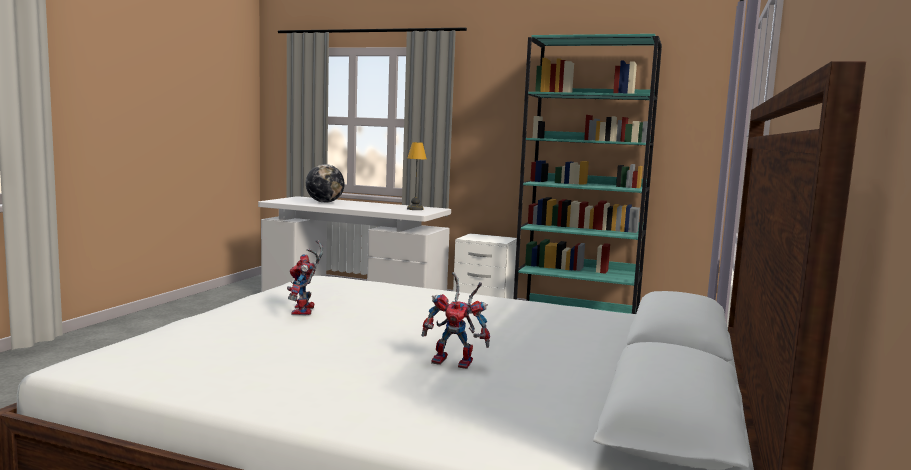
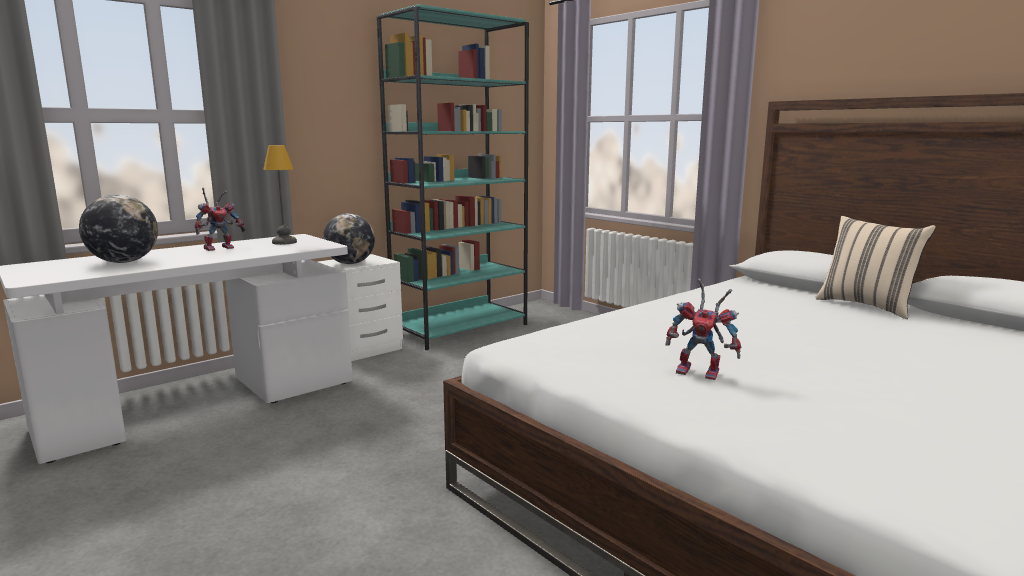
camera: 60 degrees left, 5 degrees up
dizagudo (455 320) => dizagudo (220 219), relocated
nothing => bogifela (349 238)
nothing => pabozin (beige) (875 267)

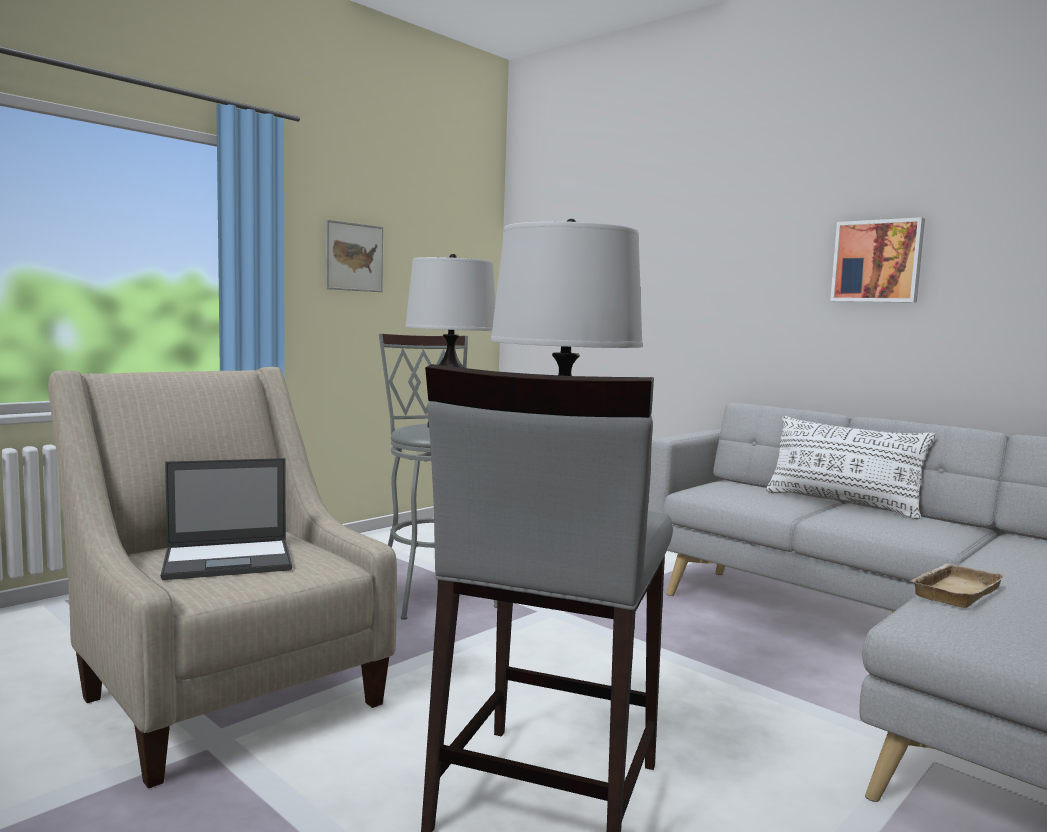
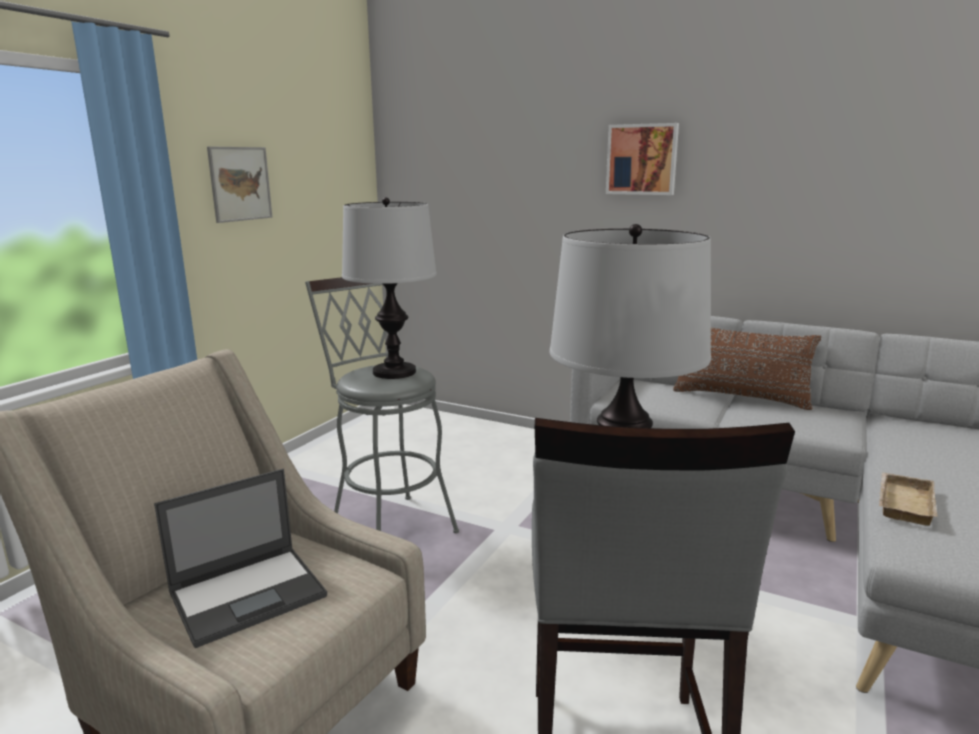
camera: 15 degrees left, 10 degrees up
pabozin (white) (851 467) => pabozin (brown) (747 369)
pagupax (877 260) => pagupax (642 159), relocated

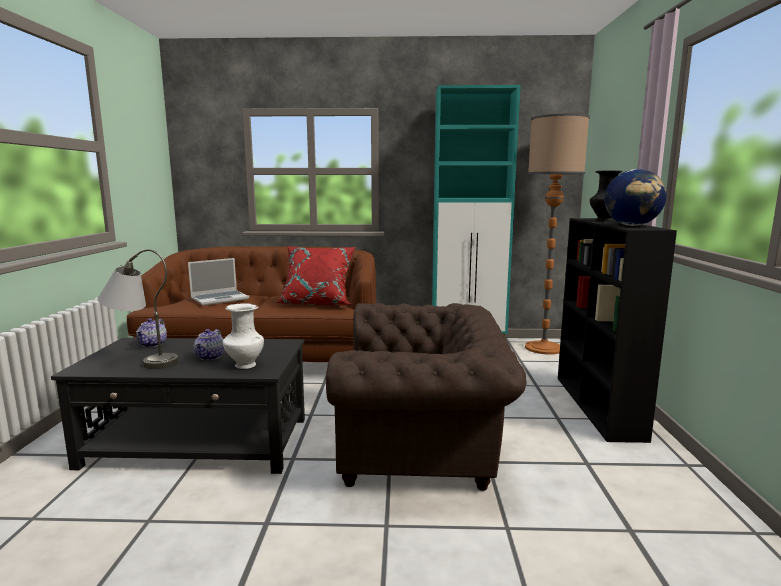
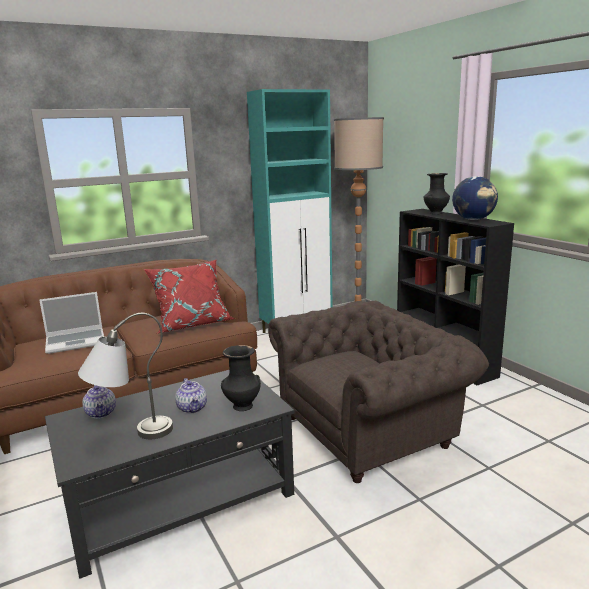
camera: 30 degrees left, 5 degrees up
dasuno (218 282) => dasuno (72 323), 45 degrees clockwise
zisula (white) (243 336) => zisula (black) (241 378)

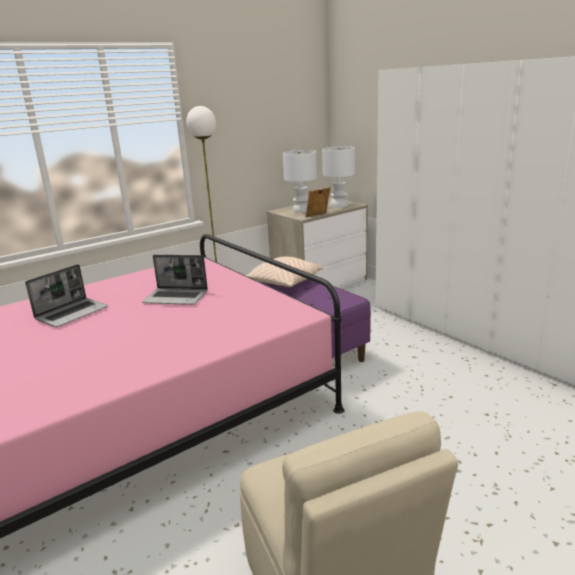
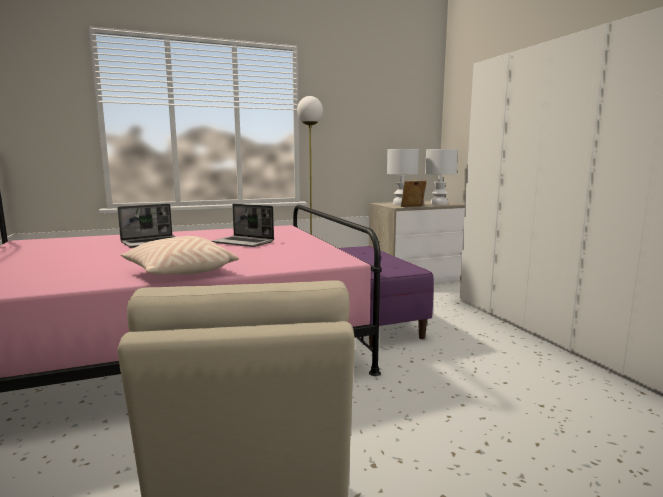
camera: 15 degrees right, 10 degrees down
pabozin (beige) (285 272) => pabozin (beige) (180 255), relocated

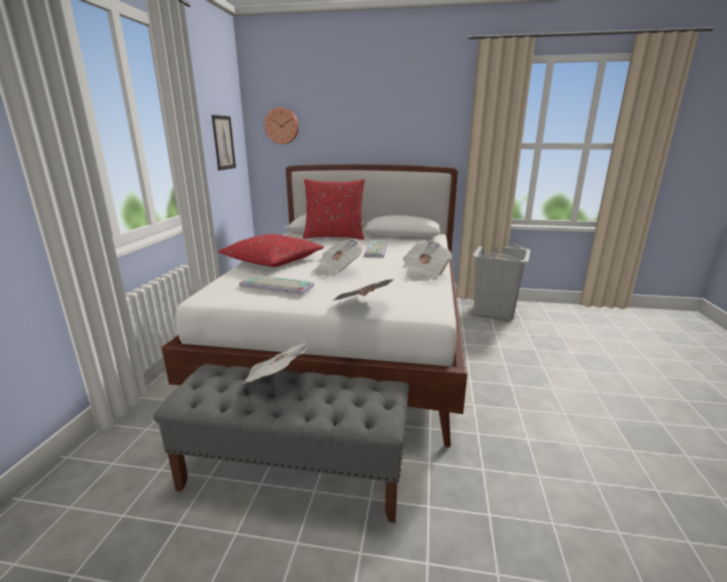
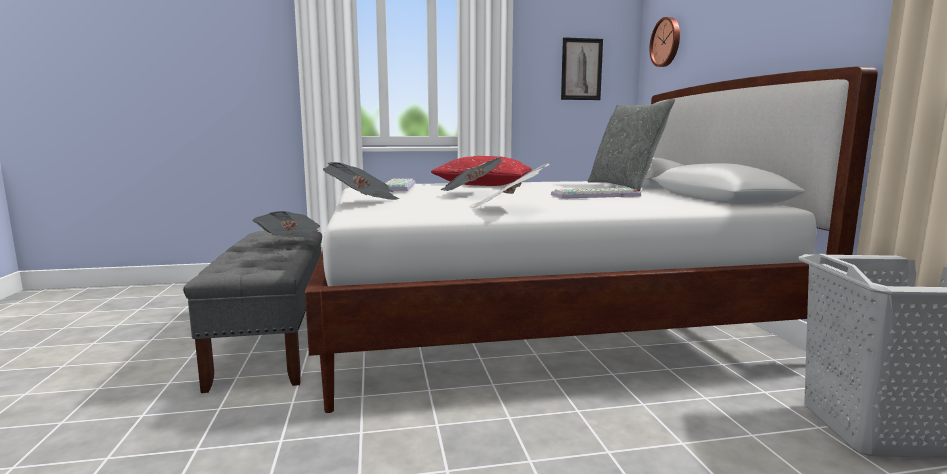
camera: 70 degrees right, 10 degrees down
pabozin (red) (334 209) => pabozin (grey) (631 144)

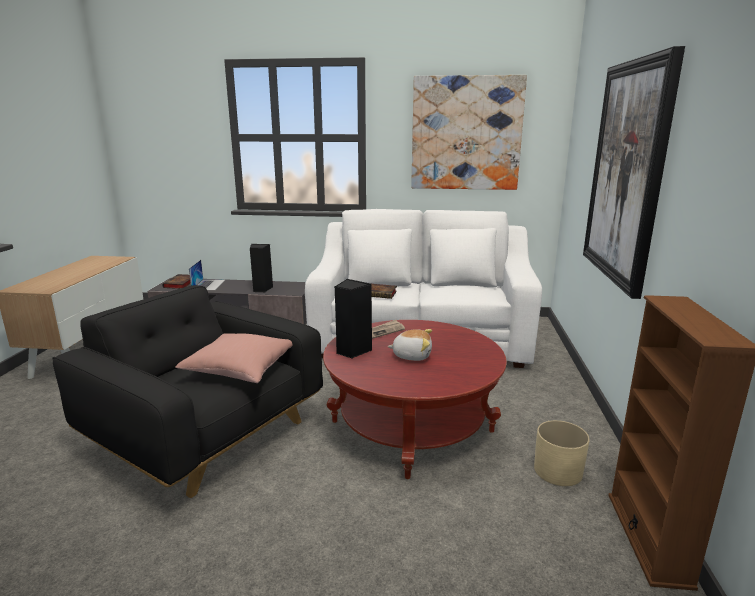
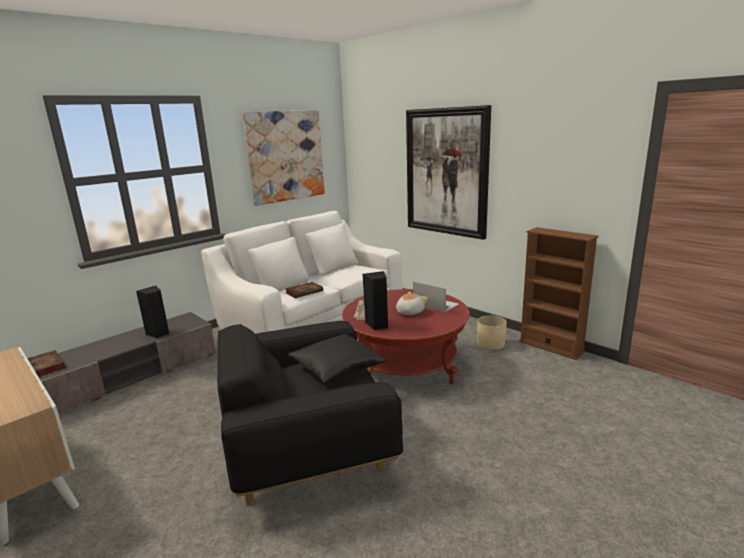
camera: 50 degrees left, 0 degrees up
pabozin (pink) (233 358) => pabozin (black) (337 358)
dasuno (207 275) => dasuno (435 297), relocated

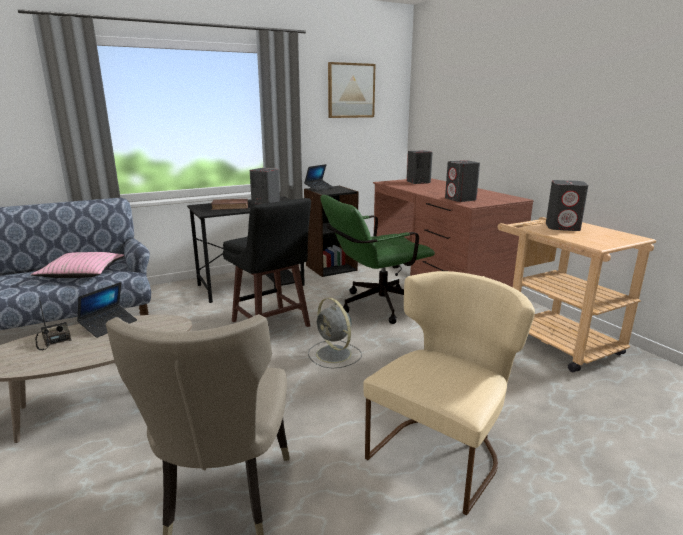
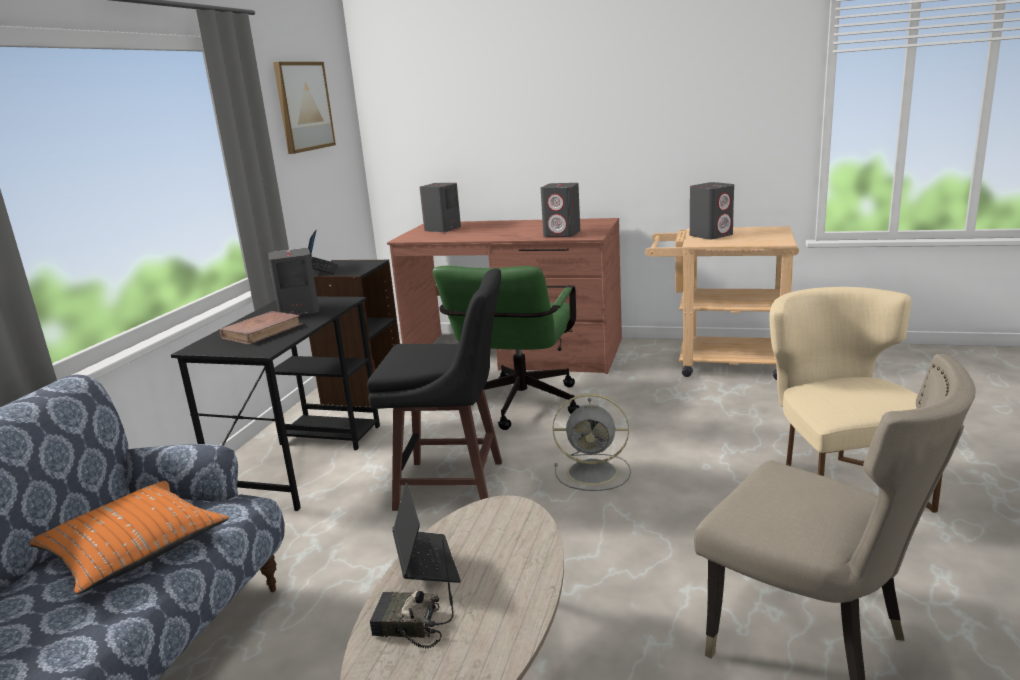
camera: 45 degrees left, 0 degrees up
pabozin (pink) (77 265) => pabozin (orange) (129 537)

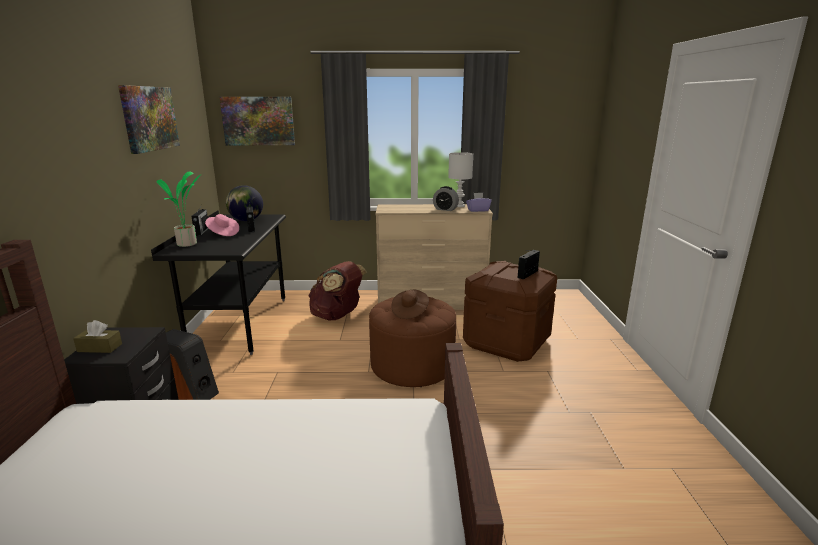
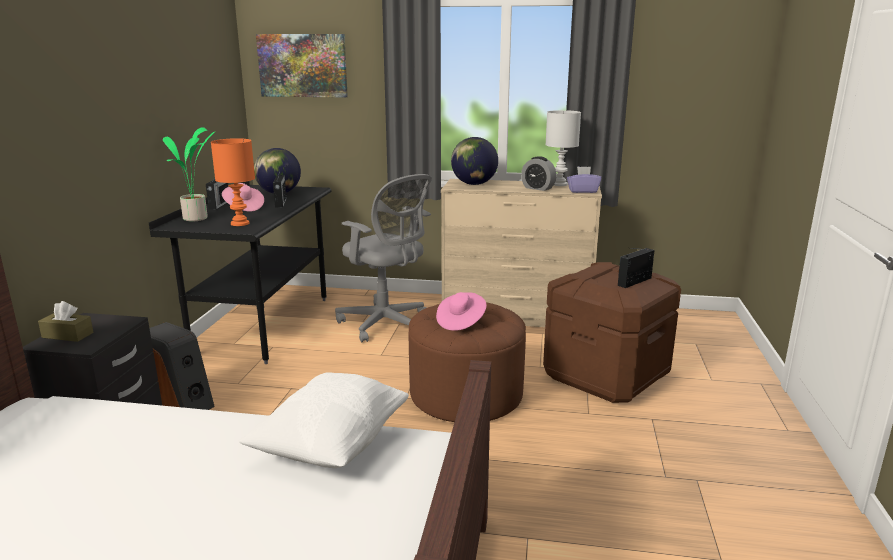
camera: 10 degrees right, 0 degrees up
pagupax (149 119) => nothing
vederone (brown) (337 290) => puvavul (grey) (383 258)
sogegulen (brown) (410 304) => sogegulen (pink) (461 311)
nothing => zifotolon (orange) (233 182)
nothing => pabozin (white) (324 420)
nothing => bogifela (474 161)

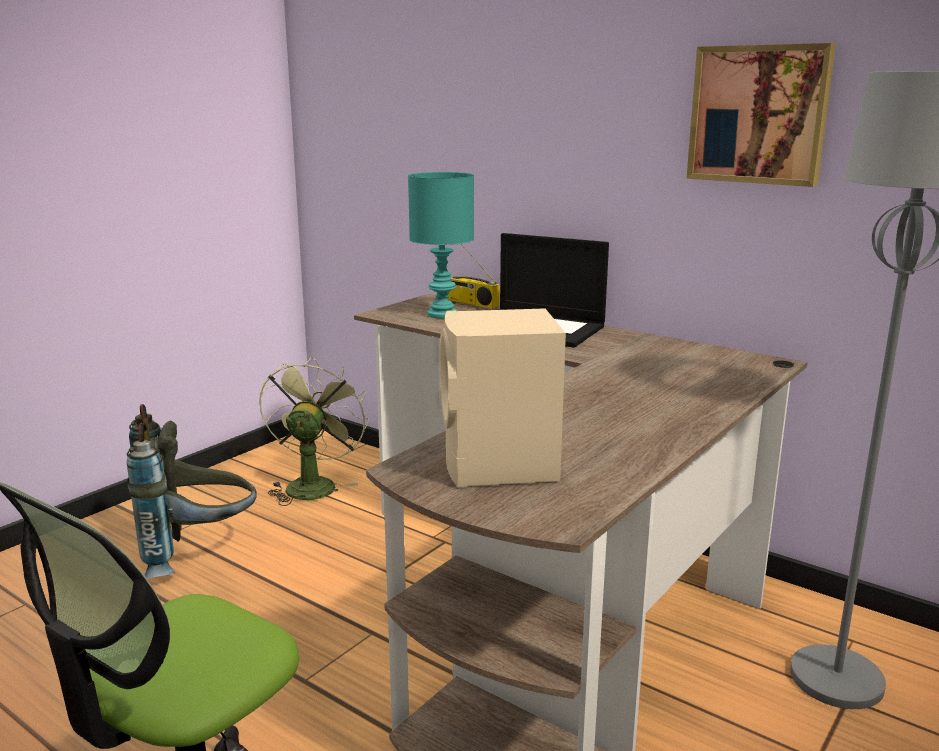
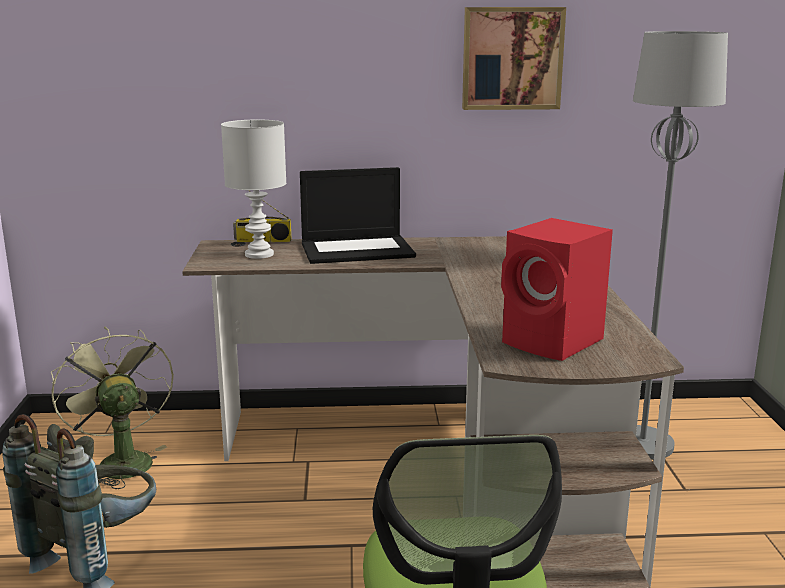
camera: 40 degrees left, 0 degrees up
zifotolon (turquoise) (441 245) => zifotolon (white) (253 189)
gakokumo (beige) (503 397) => gakokumo (red) (557 289)

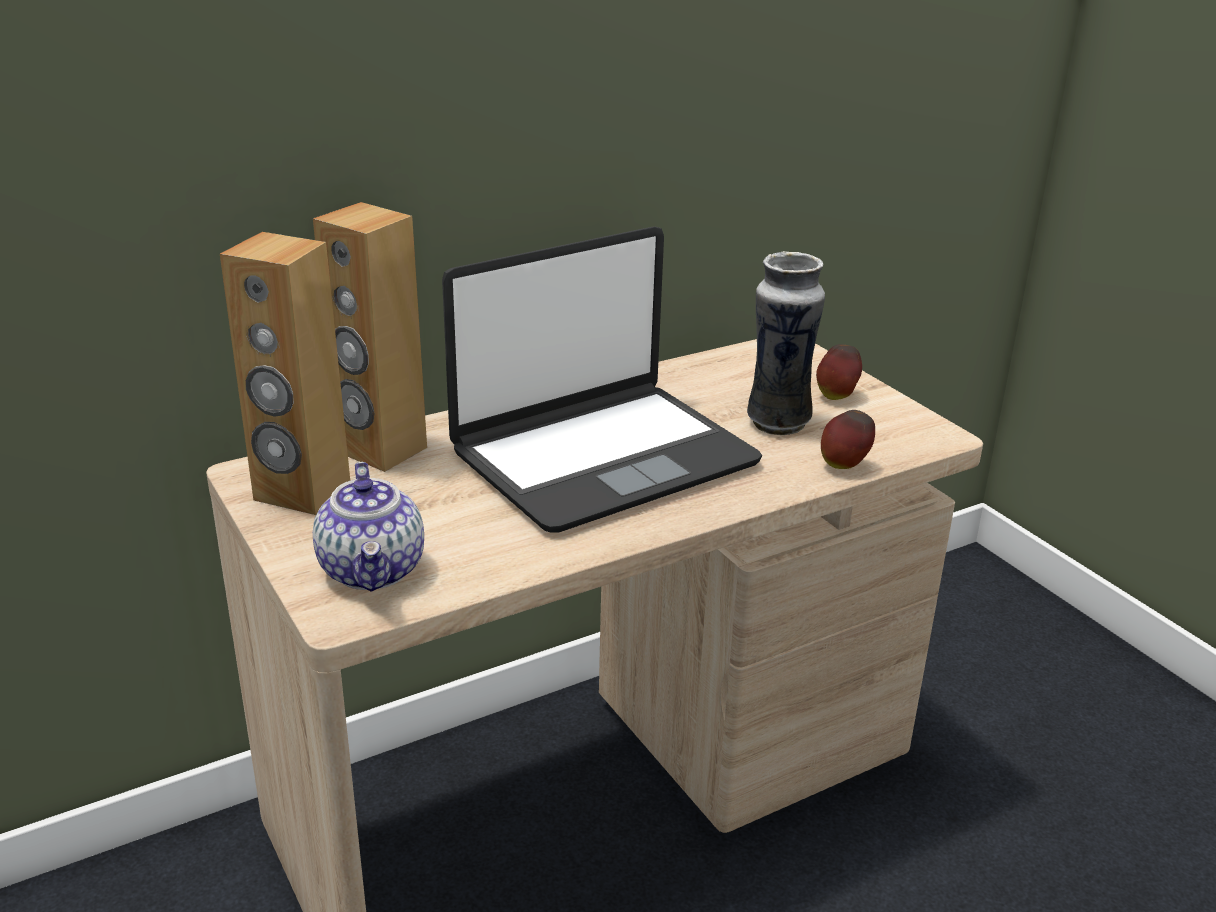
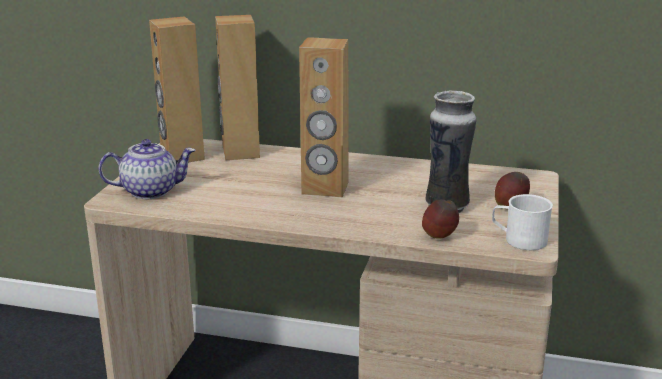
camera: 45 degrees right, 5 degrees down
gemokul (368 527) => gemokul (146 169), 135 degrees counterclockwise
dasuno (602 379) => gakokumo (brown) (324 117)
nothing => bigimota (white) (522 222)

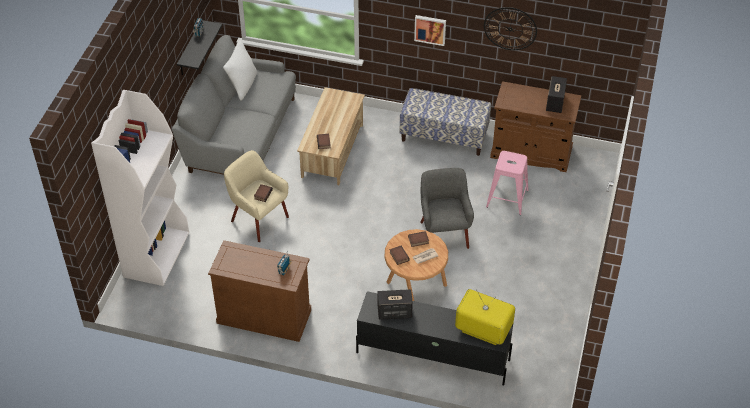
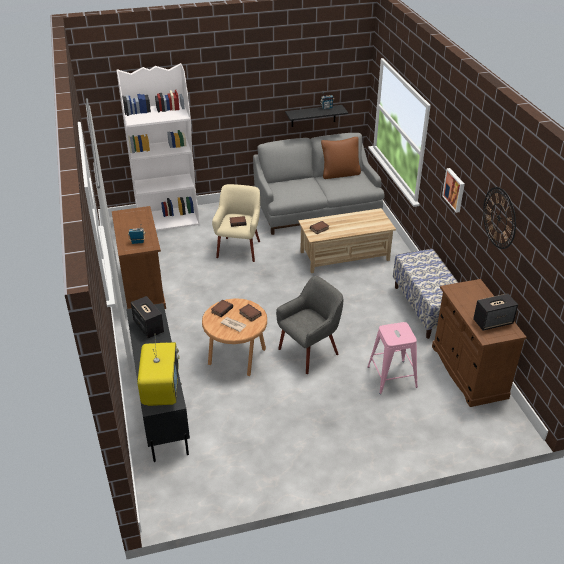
camera: 60 degrees right, 10 degrees down
pabozin (white) (240 70) => pabozin (brown) (341 158)

